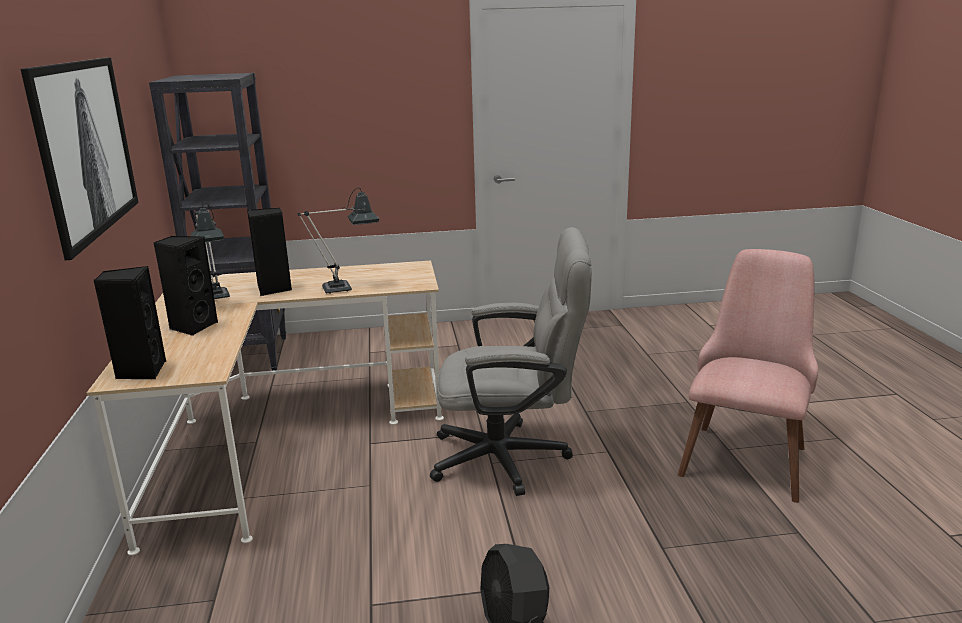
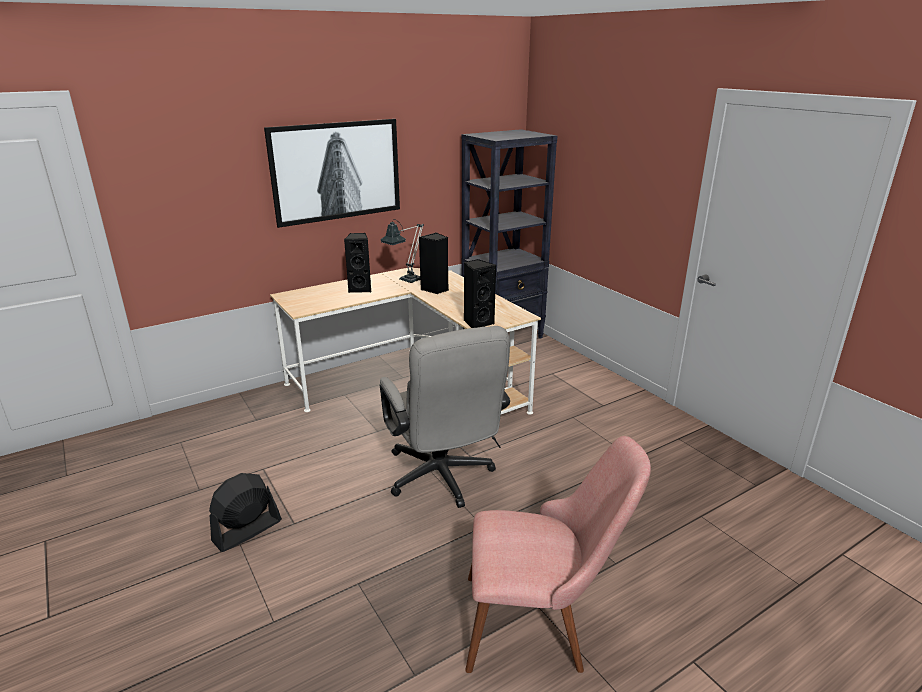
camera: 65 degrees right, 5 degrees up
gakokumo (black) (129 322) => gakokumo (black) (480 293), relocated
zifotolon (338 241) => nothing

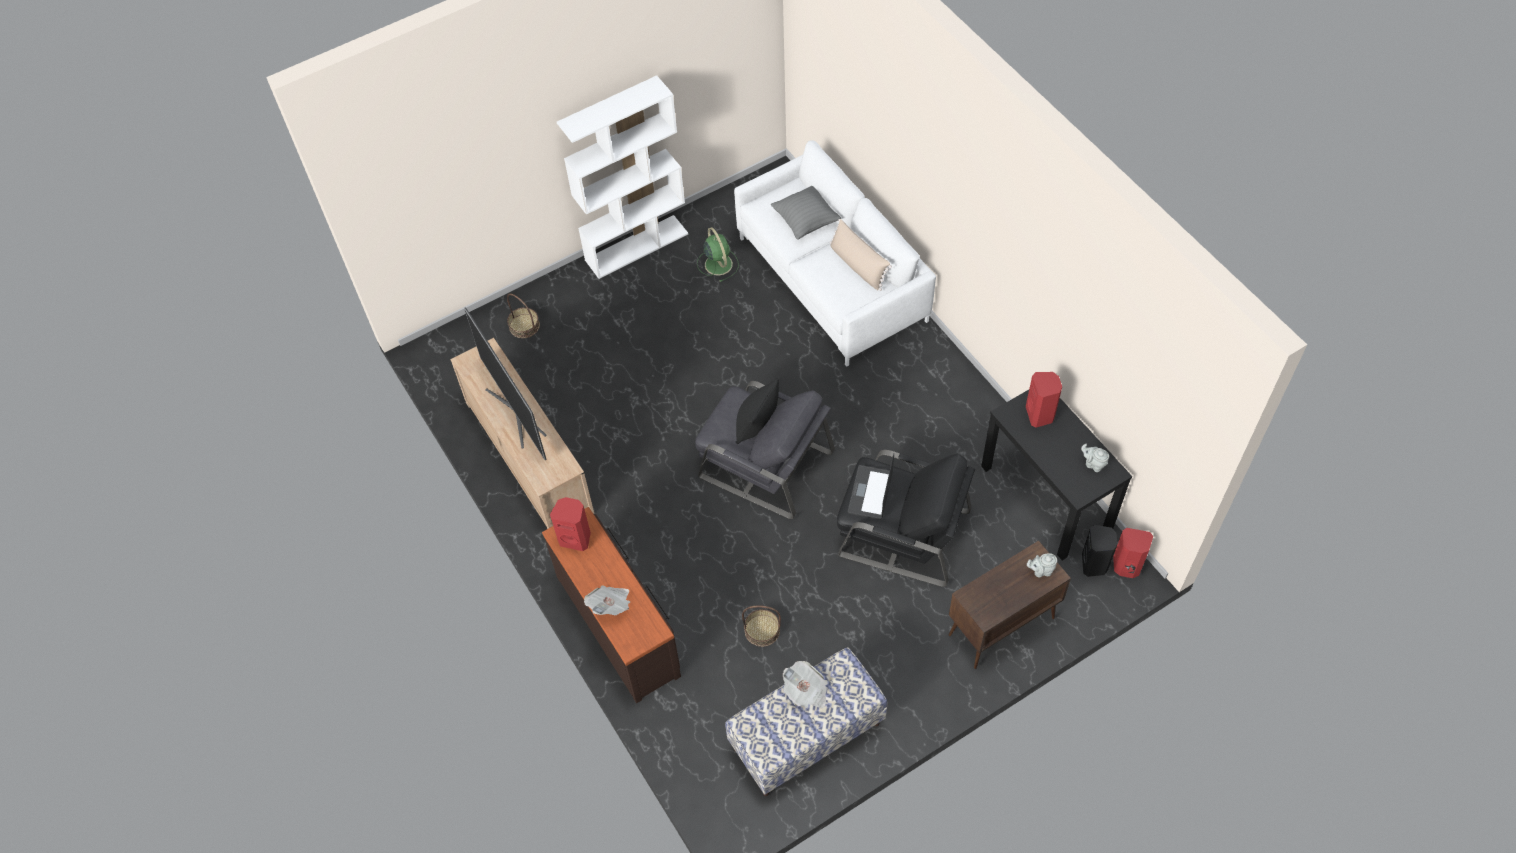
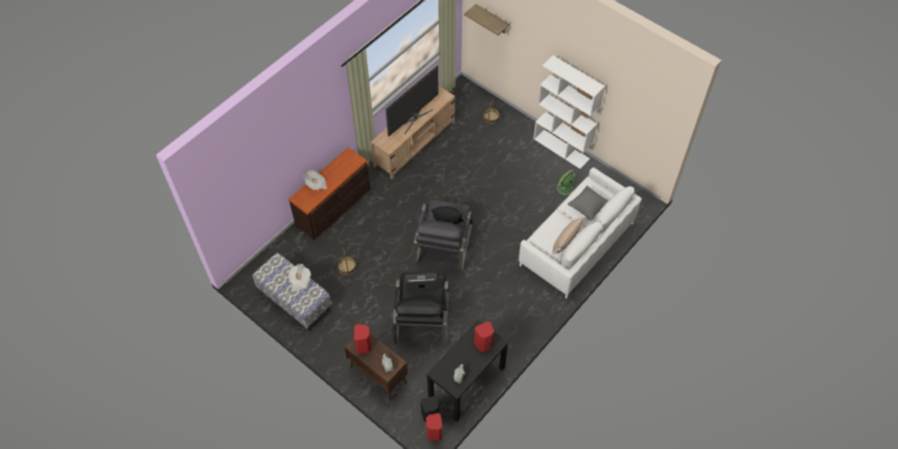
camera: 70 degrees right, 0 degrees up
gakokumo (red) (570 524) => gakokumo (red) (362 339), relocated
nothing => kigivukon (487 20)

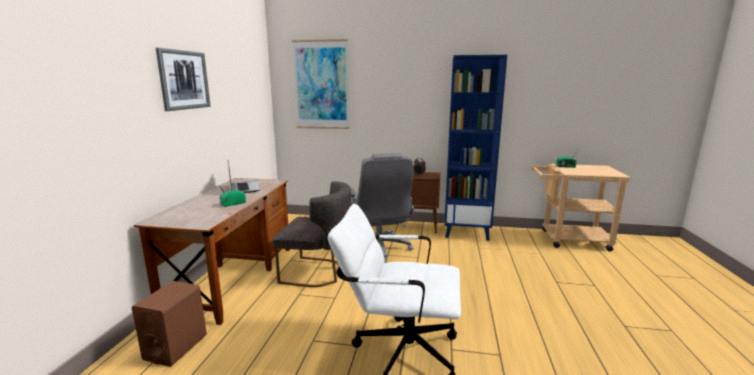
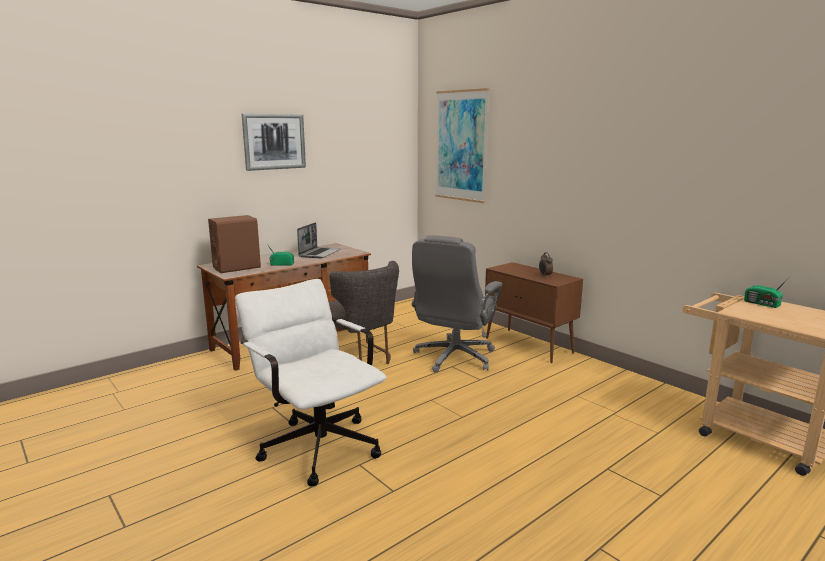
camera: 40 degrees right, 0 degrees up
gakokumo (brown) (169 324) => gakokumo (brown) (234 244), relocated
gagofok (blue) (476 148) => nothing

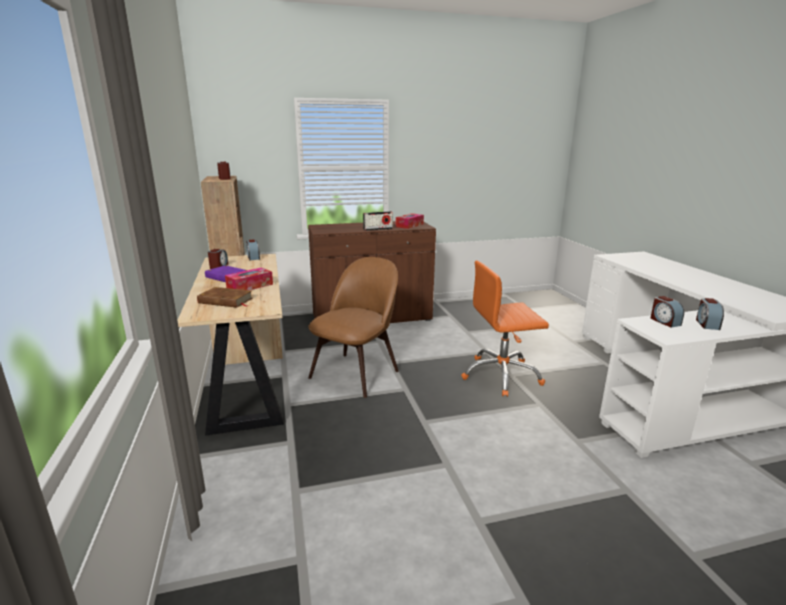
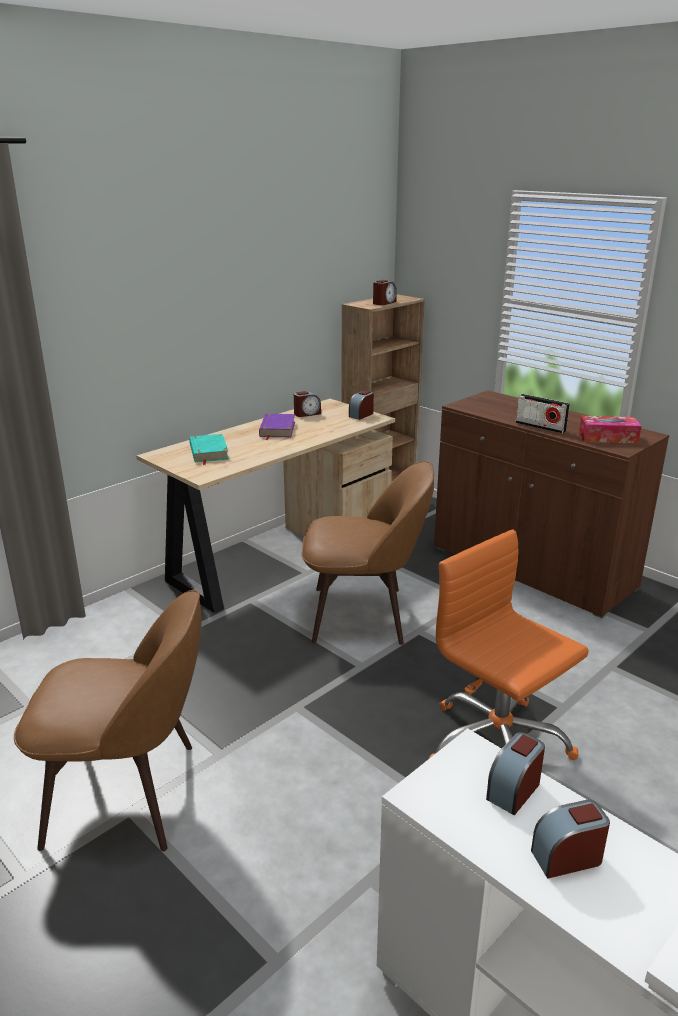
camera: 60 degrees right, 5 degrees up
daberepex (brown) (225 297) => daberepex (turquoise) (209 449)
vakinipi (249 278) => nothing
nothing => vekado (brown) (108 720)

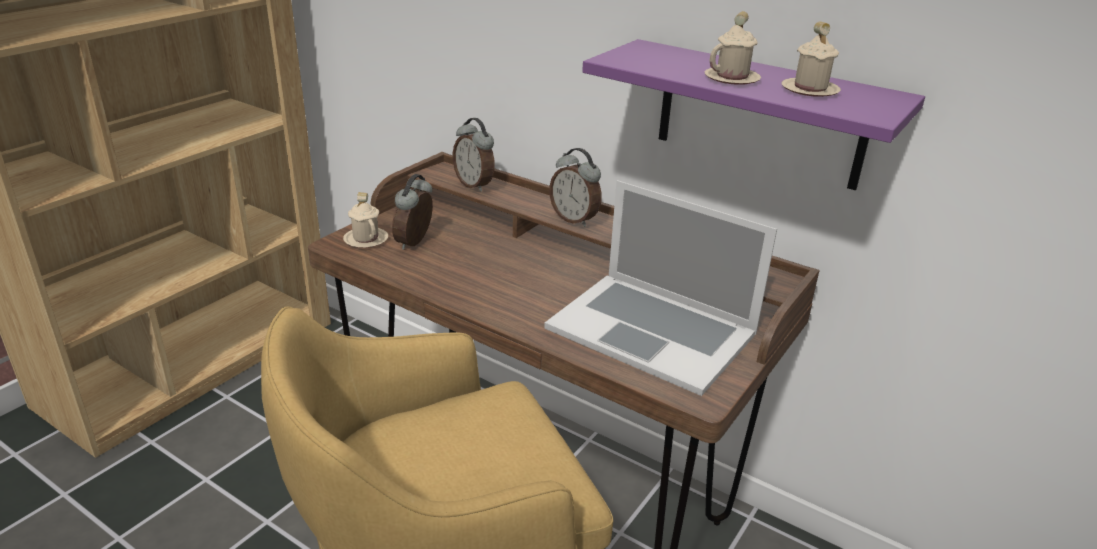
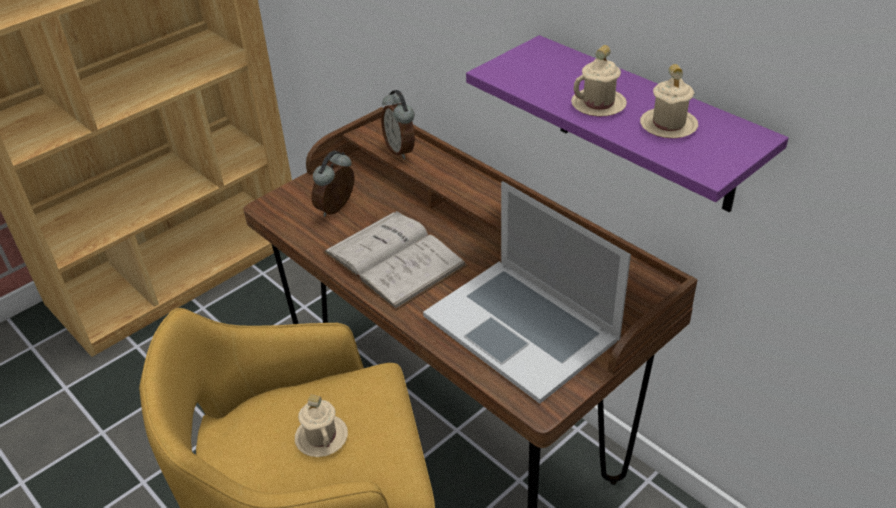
camera: 15 degrees right, 10 degrees up
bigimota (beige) (365 220) => bigimota (beige) (321 425), relocated
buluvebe (575 187) => nothing
nothing => daberepex (white) (395 261)

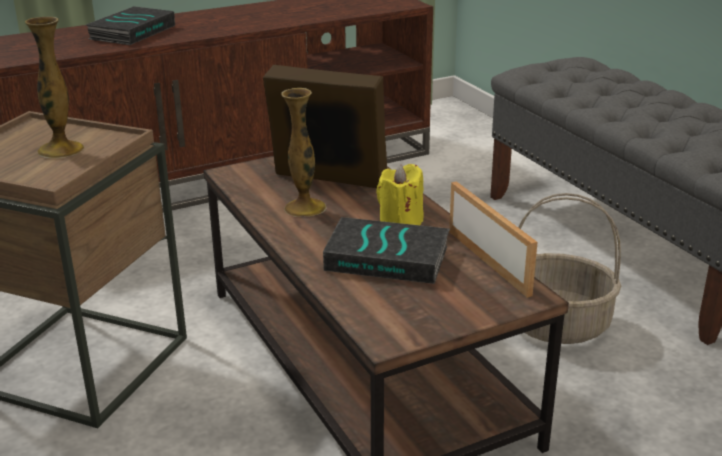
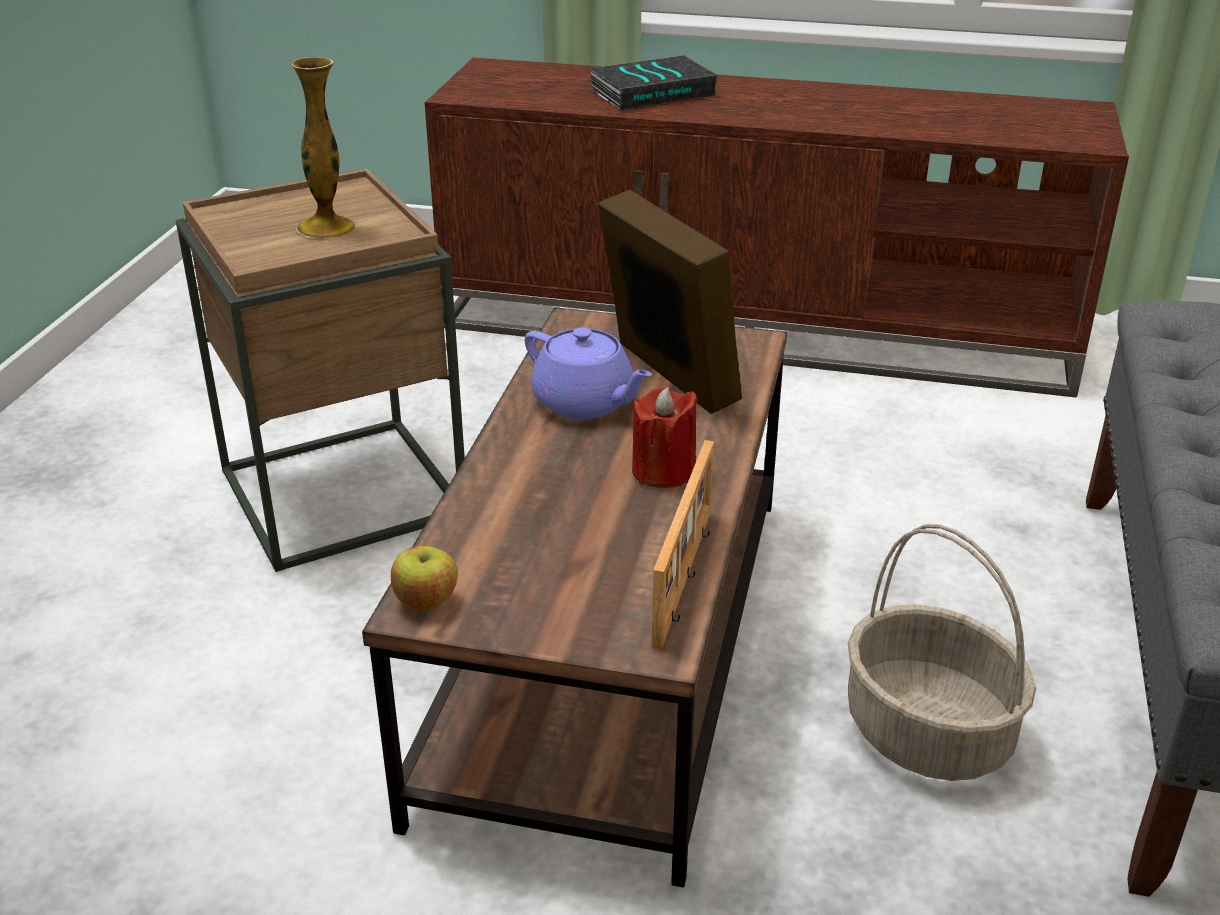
camera: 40 degrees right, 5 degrees up
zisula (303 152) => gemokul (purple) (588 373)
daberepex (386 250) => nothing
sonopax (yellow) (400 194) => sonopax (red) (665 437)
nothing => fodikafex (424 578)

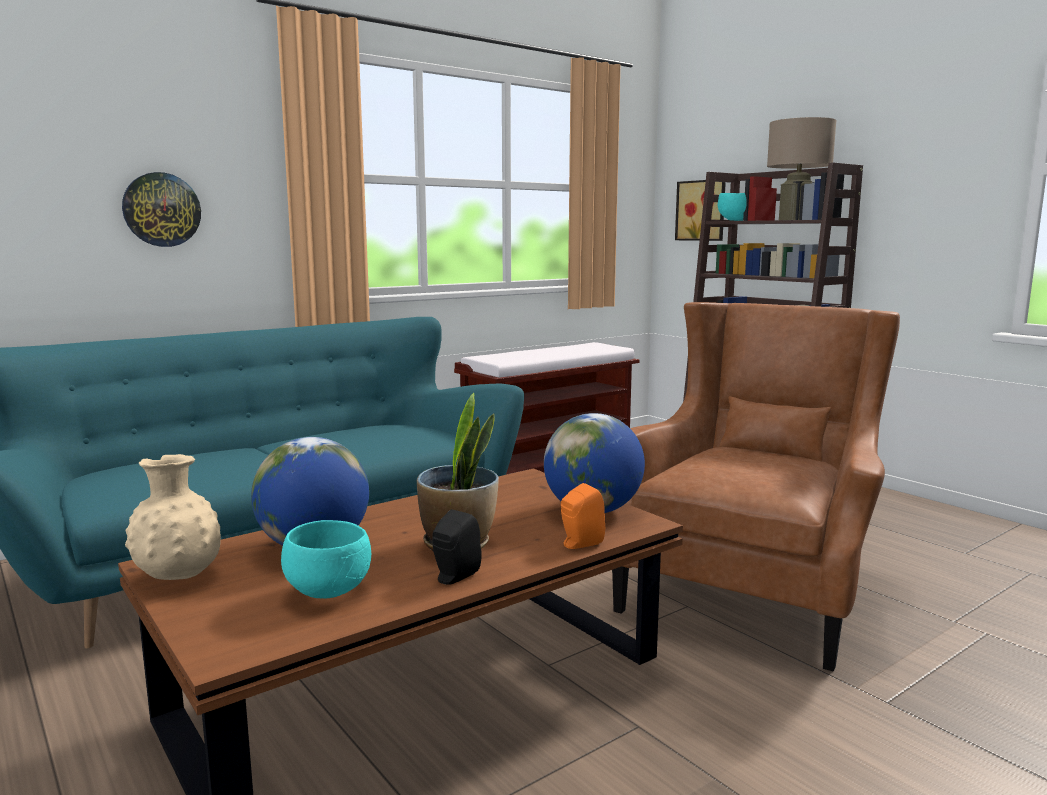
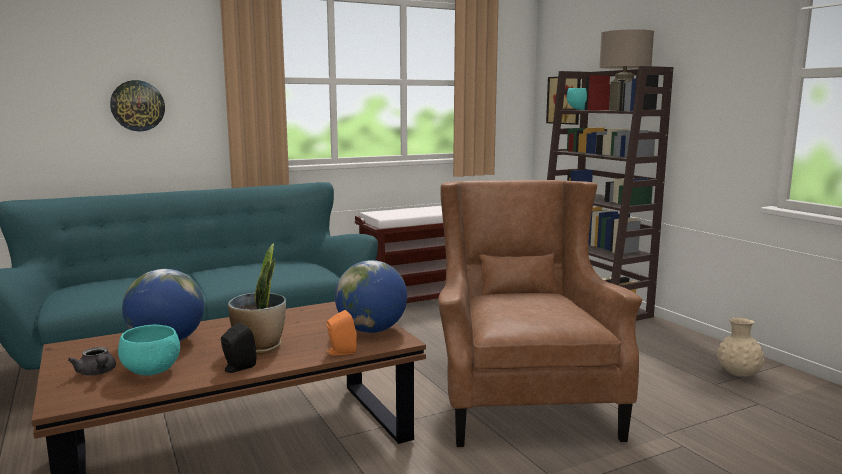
camera: 10 degrees right, 0 degrees up
zisula (beige) (173 517) => zisula (beige) (740 347), relocated
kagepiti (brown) (756 487) => kagepiti (brown) (540 313), 45 degrees counterclockwise
nothing => gemokul (grey) (92 361)

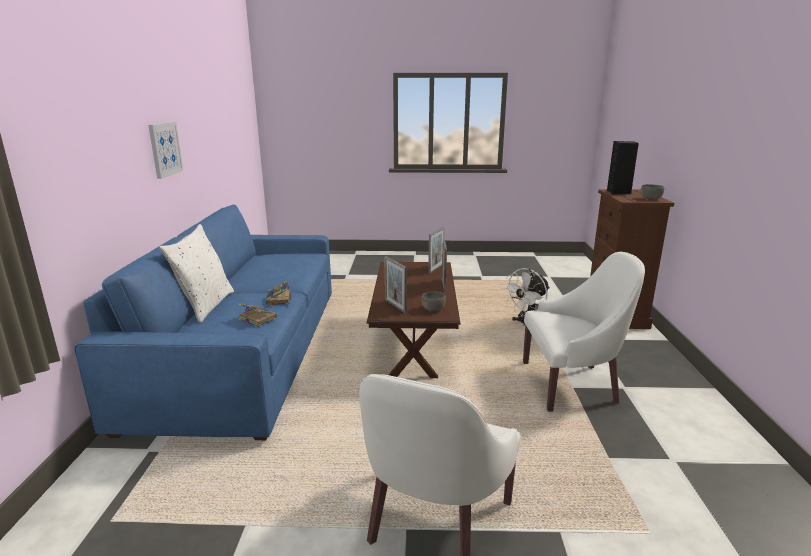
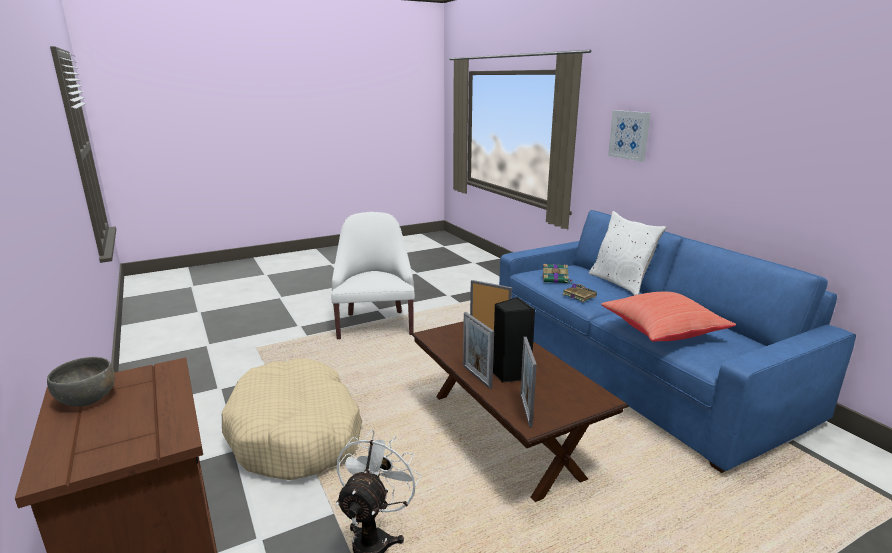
camera: 150 degrees right, 0 degrees up
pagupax (166 150) => pagupax (629 136), relocated
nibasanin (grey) (434 301) => nothing
kagepiti (white) (584 332) => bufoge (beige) (292 419)
gakokumo (black) (623 167) => gakokumo (black) (514 340), relocated
nothing => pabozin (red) (668 317)

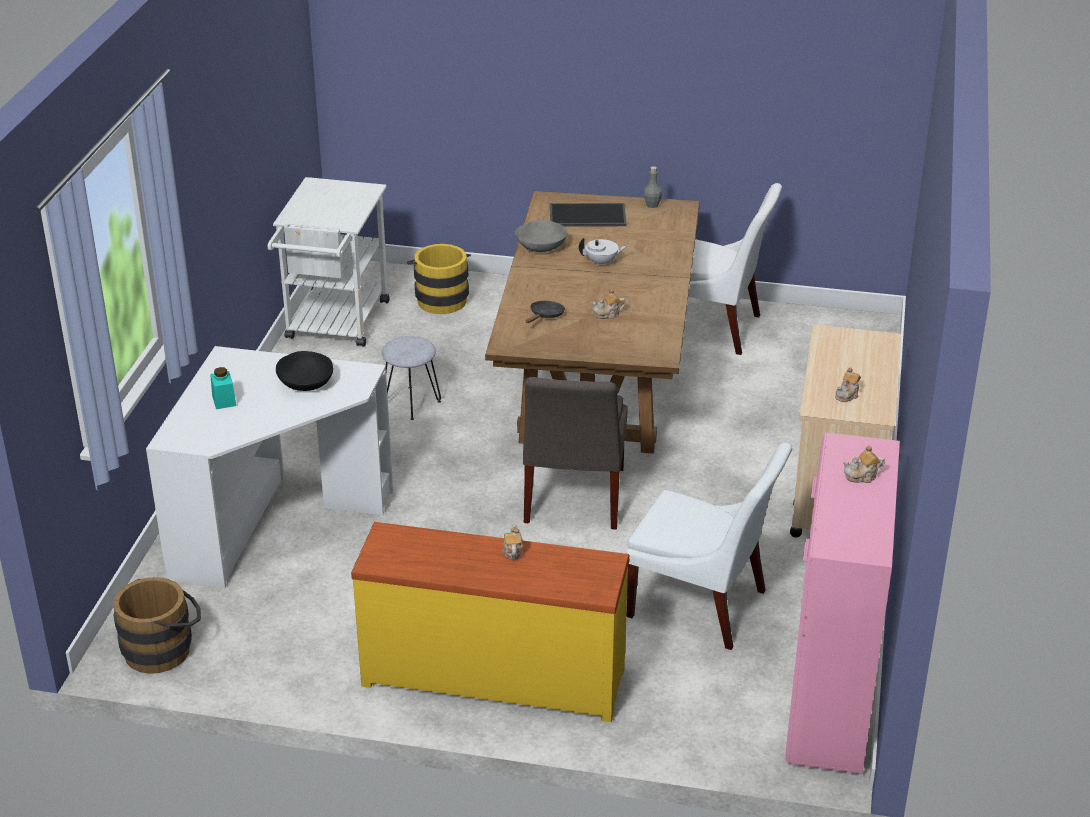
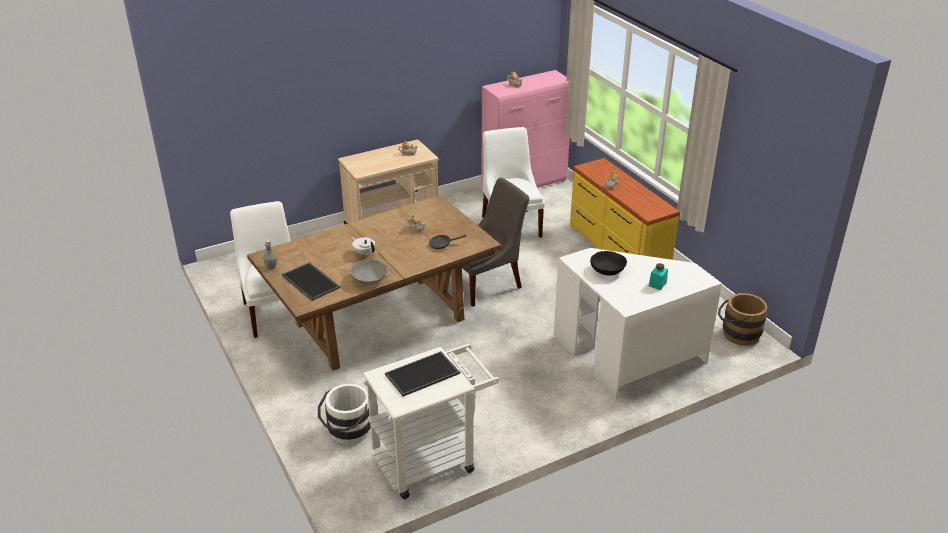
camera: 130 degrees left, 0 degrees up
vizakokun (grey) (411 378) => nothing
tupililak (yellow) (439 279) => tupililak (white) (344 414)
nothing => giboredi (422 374)

